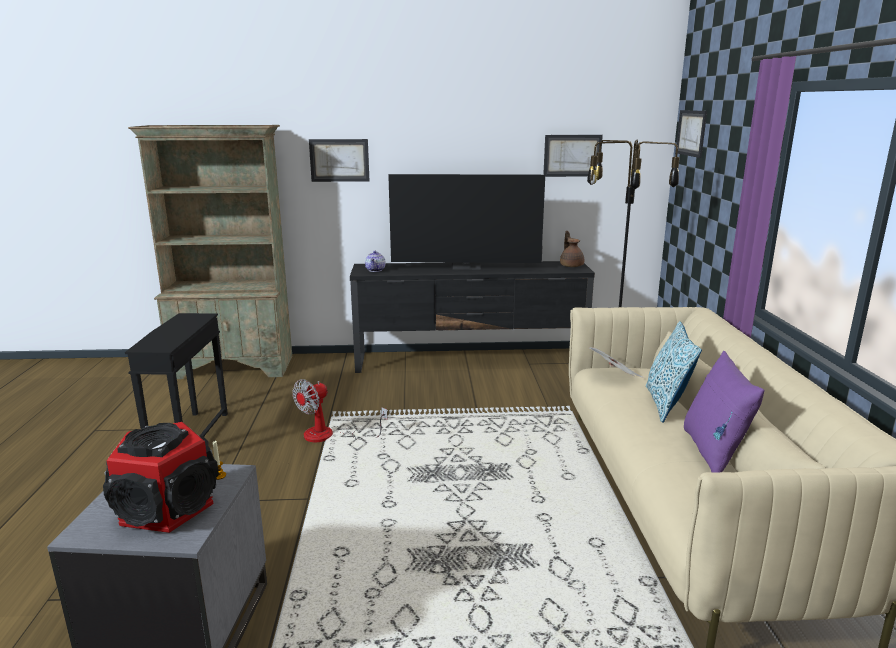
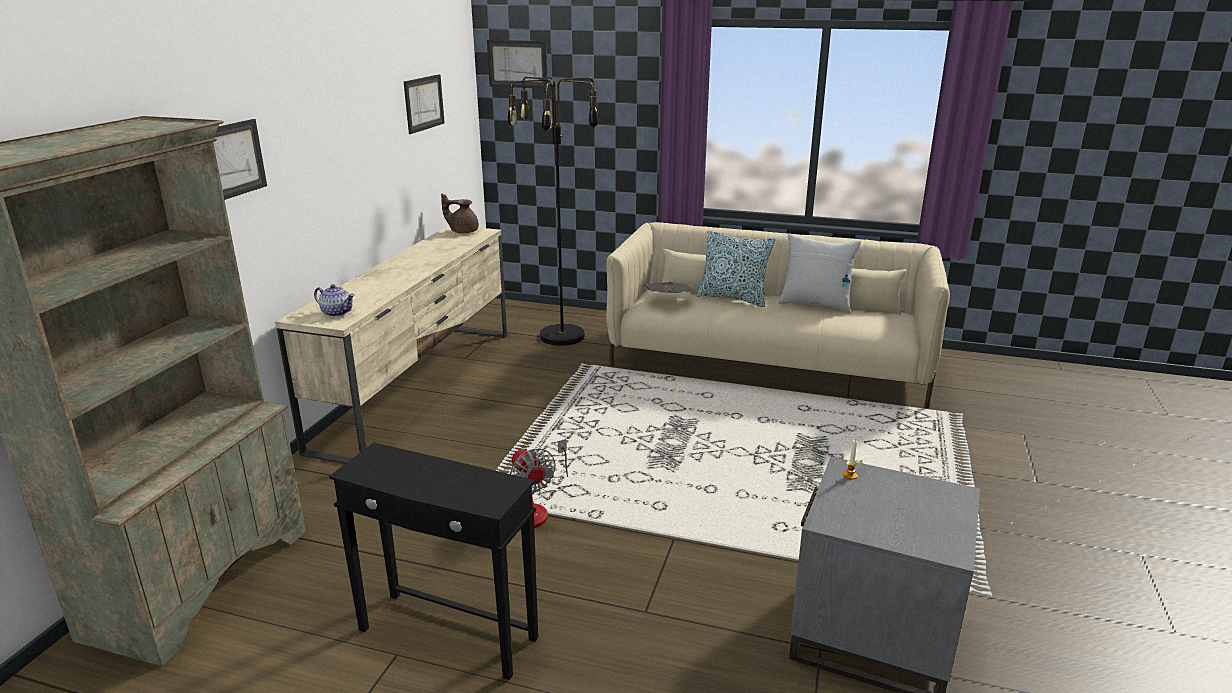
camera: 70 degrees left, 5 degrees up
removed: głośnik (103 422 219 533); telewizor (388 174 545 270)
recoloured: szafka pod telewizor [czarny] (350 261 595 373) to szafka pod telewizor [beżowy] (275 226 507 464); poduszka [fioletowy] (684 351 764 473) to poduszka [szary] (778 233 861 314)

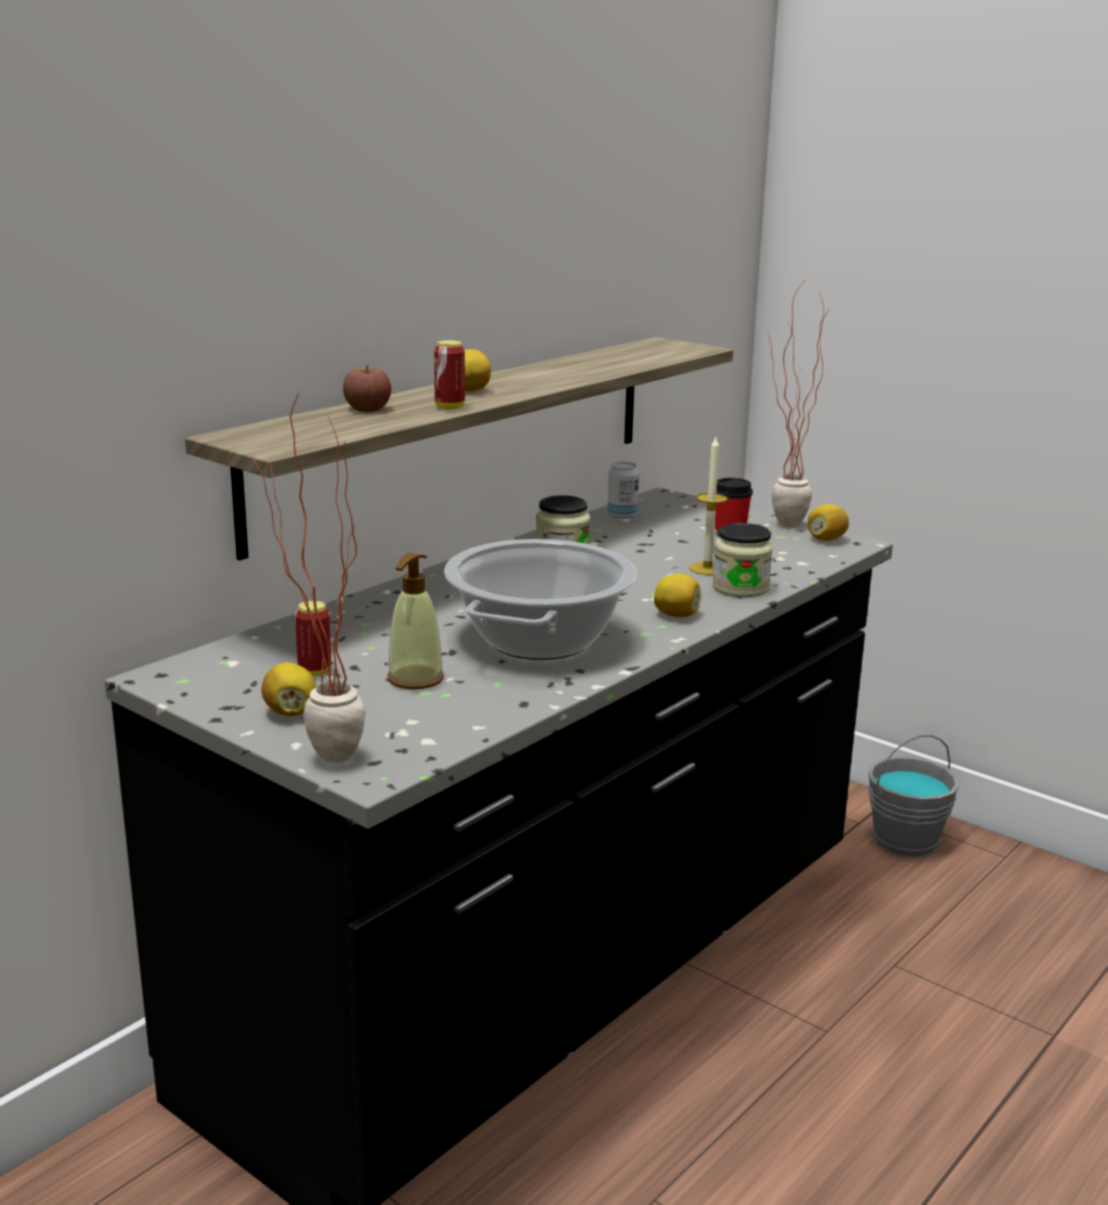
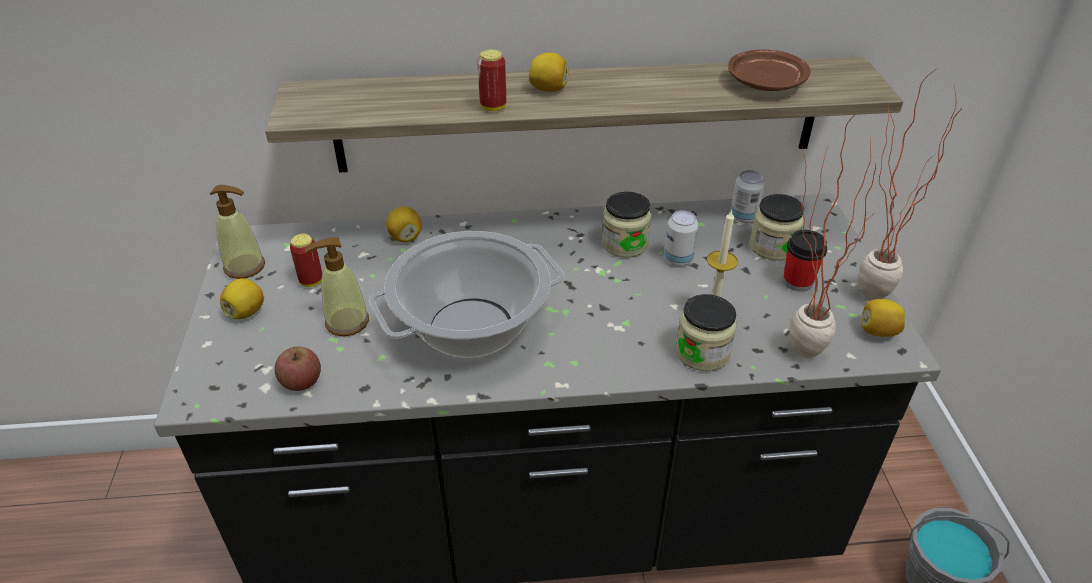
camera: 45 degrees right, 20 degrees up
added: dozownik mydła (210 185 265 279); puszka (664 210 699 266); talerz [brązowy] (728 50 810 91); słoik (749 194 804 261)
moved: roślina doniczkowa (250 390 366 763) to (789 113 876 358); jabłko (343 365 391 412) to (275 347 321 391); cytryna (654 573 701 617) to (386 206 422 242)

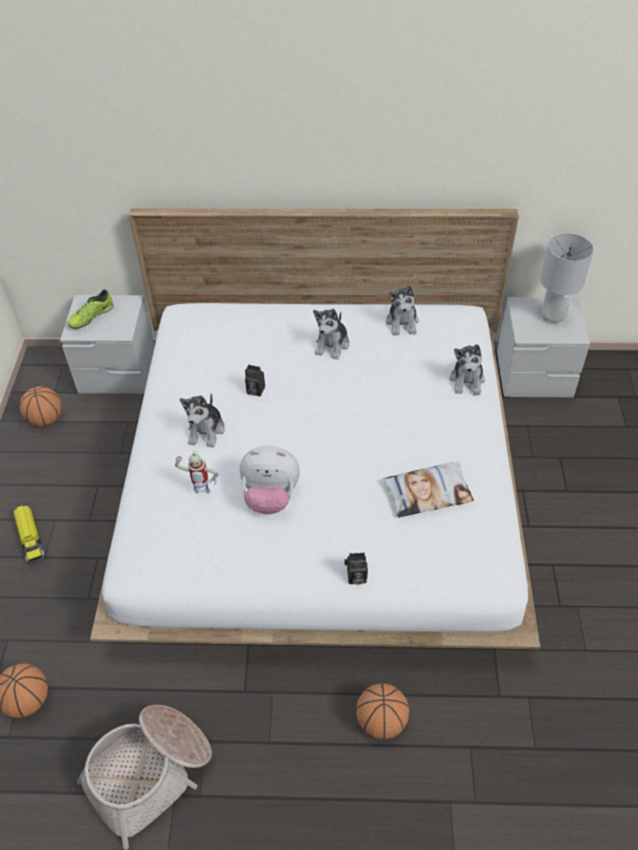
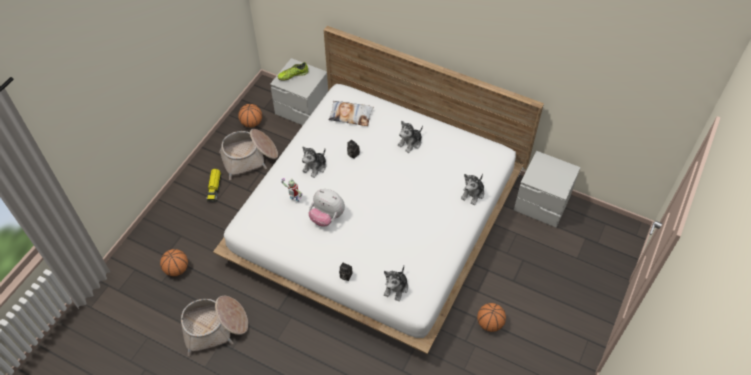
camera: 25 degrees right, 5 degrees up
removed: lampa stołowa [szary] (540 233 594 323)
added: koszyk (219 129 278 180)
moved: piłka do koszykówki (356 683 409 739) to (477 303 506 332); poduszka (383 462 474 518) to (328 101 374 126); pluszak (386 285 419 335) to (384 266 408 301)

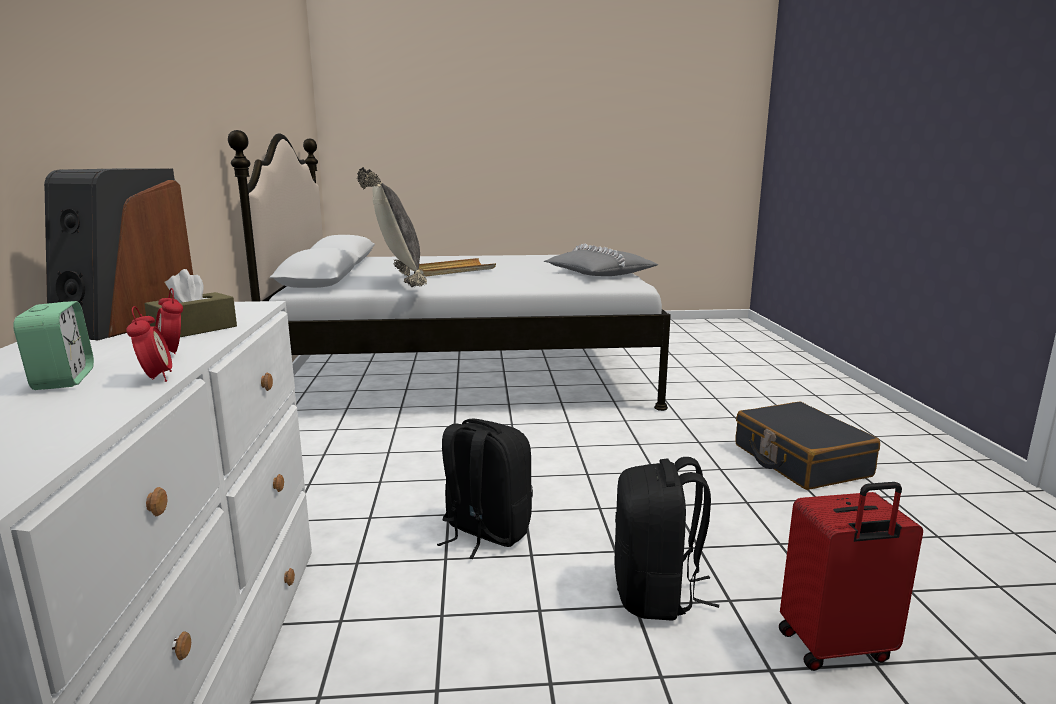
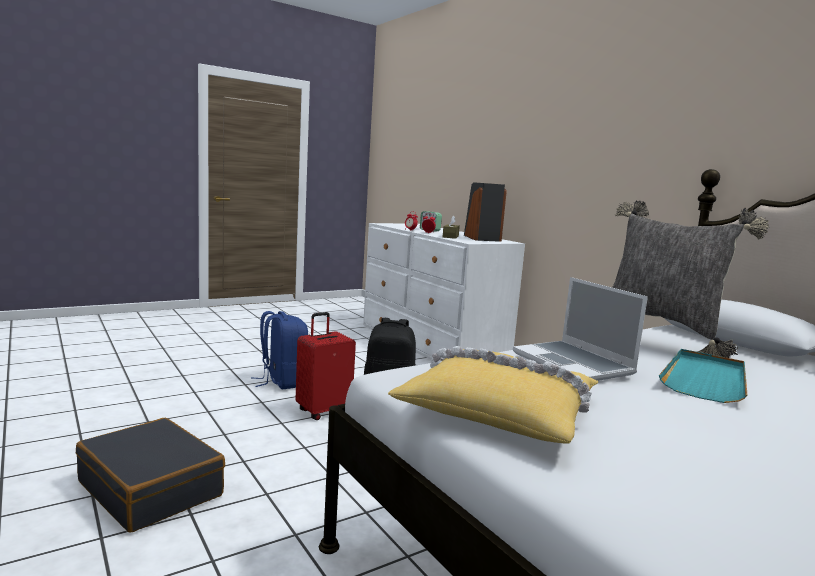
camera: 150 degrees right, 5 degrees down
added: laptop (513 277 648 381)
moved: walizka [czerwony] (779 482 923 671) to (296 312 356 420)
recoloured: taca [beżowy] (411 258 496 276) to taca [turkusowy] (659 349 747 403); poduszka [szary] (544 243 658 276) to poduszka [żółty] (388 346 598 444); plecak [czarny] (614 457 719 621) to plecak [niebieski] (251 311 308 389)

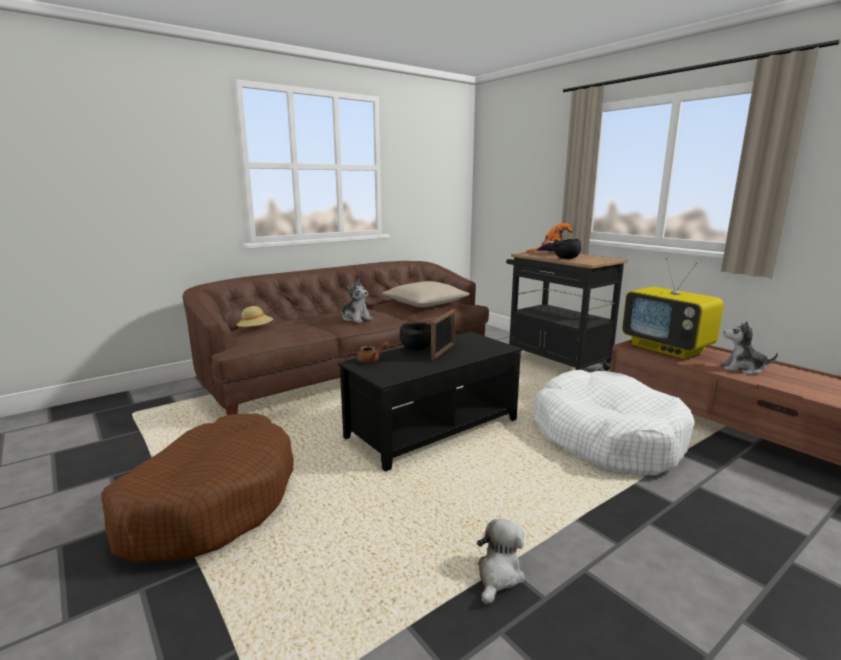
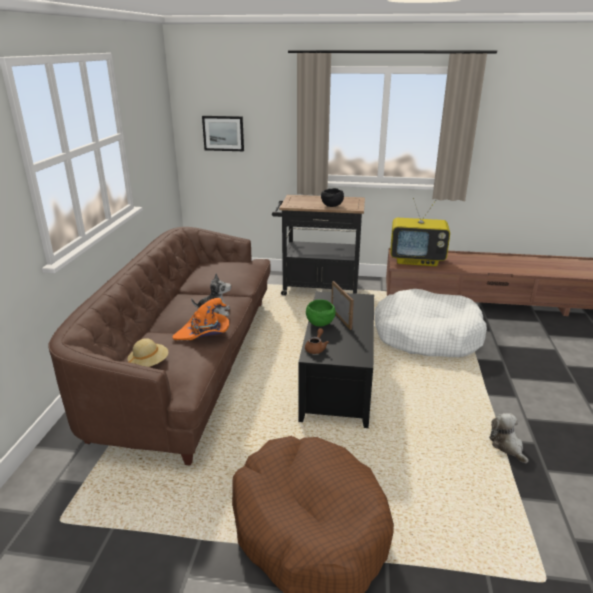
camera: 45 degrees left, 10 degrees up
removed: poduszka [beżowy] (382 281 470 307); pluszak (721 321 778 374)
added: obraz (202 116 244 151)
moved: kapelusz [pomarańczowy] (526 223 573 252) to (172 298 229 340)
recoloured: miska [czarny] (399 323 431 350) to miska [zielony] (306 299 336 327)

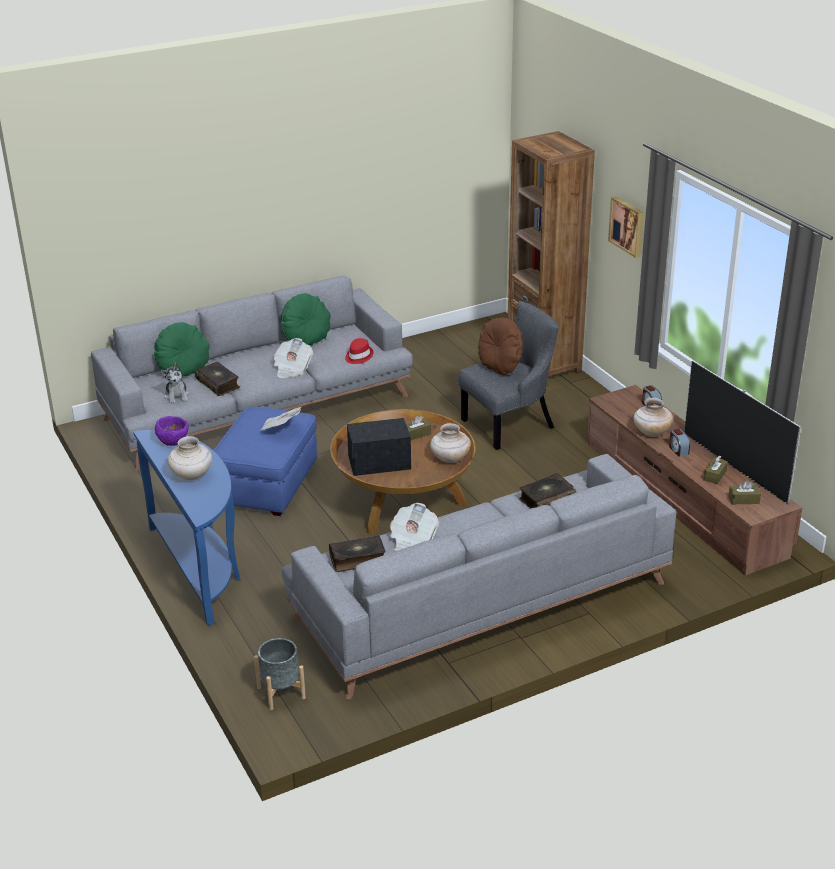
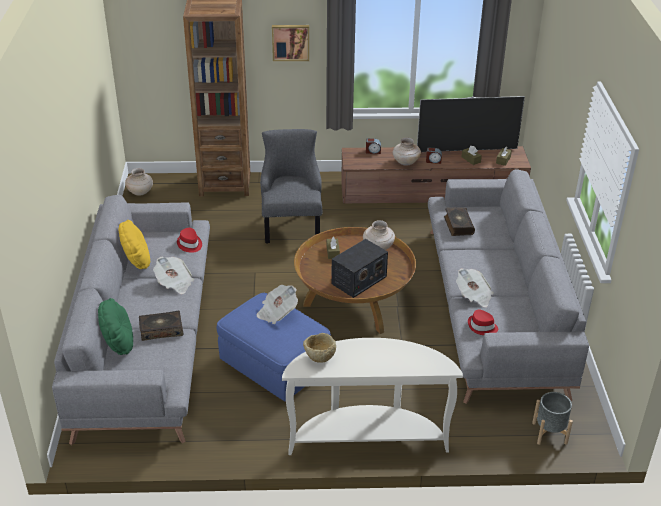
camera: 65 degrees left, 5 degrees up
removed: pluszak (161 363 190 405); poduszka [brązowy] (478 318 523 375)
moved: wazon [beżowy] (168 436 212 480) to (125 168 153 196)
replaced: książka (329 536 385 572) to kapelusz [czerwony] (468 309 498 335)
recoloured: stolik konsolowy [niebieski] (133 430 240 625) to stolik konsolowy [biały] (282 338 463 455); miska [fioletowy] (155 416 189 446) to miska [beżowy] (303 333 336 363); poduszka [zielony] (281 293 331 345) to poduszka [żółty] (118 220 150 269)
turned: radio (347 418 411 476) = (331 239 388 298) 150 degrees counterclockwise

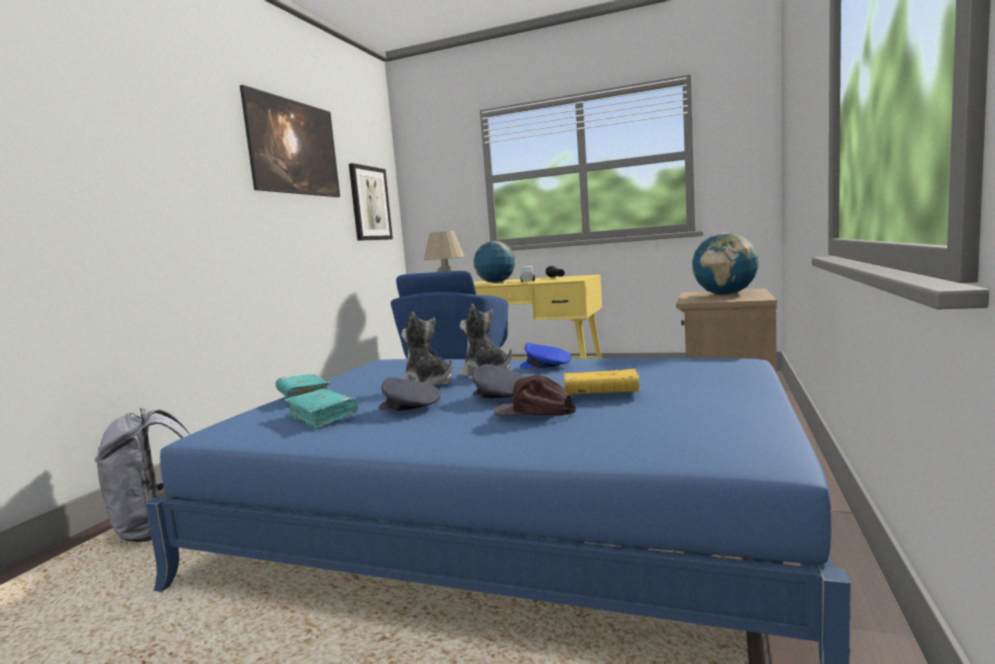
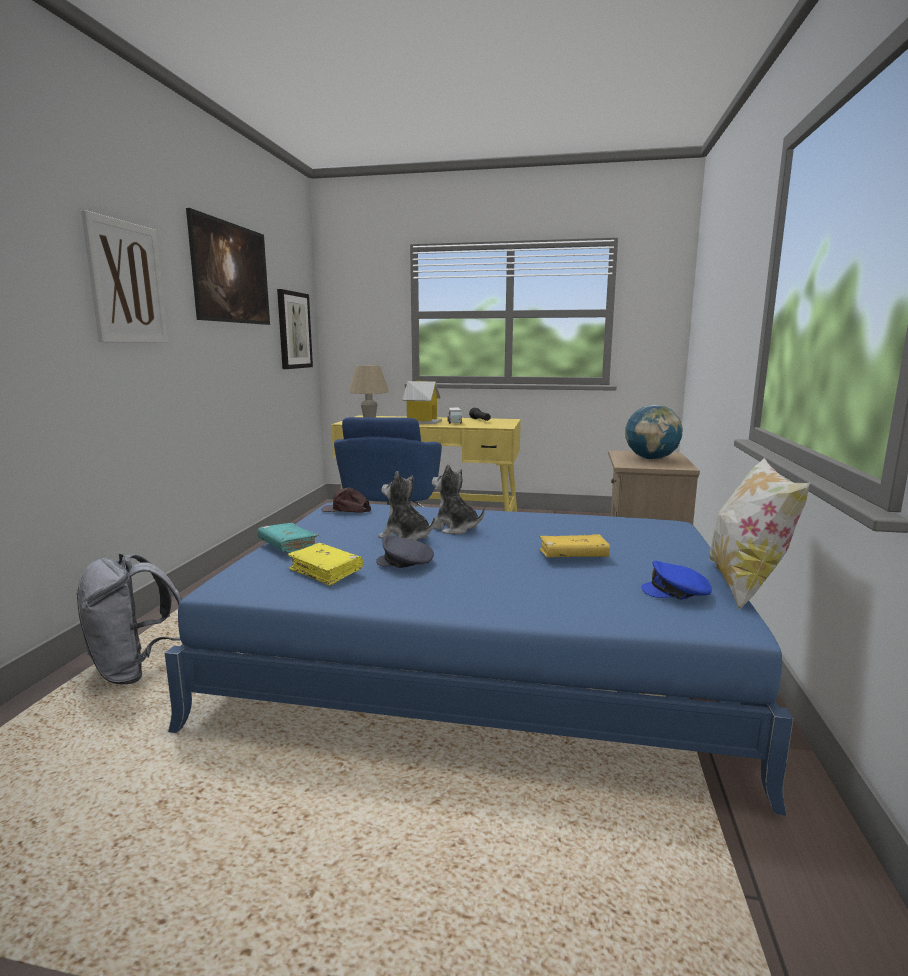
camera: 10 degrees left, 5 degrees up
removed: czapka z daszkiem [szary] (472 364 524 398)
added: obraz (81 210 168 343); poduszka (709 457 810 610)
moved: czapka z daszkiem [brązowy] (494 374 576 416) to (321 487 371 513); czapka z daszkiem [niebieski] (520 343 571 369) to (641 561 712 600)
replaced: globus (474 241 515 283) to domek (402 380 442 424)
recoloured: książka [turkusowy] (283 389 358 430) to książka [żółty] (287 543 363 586)

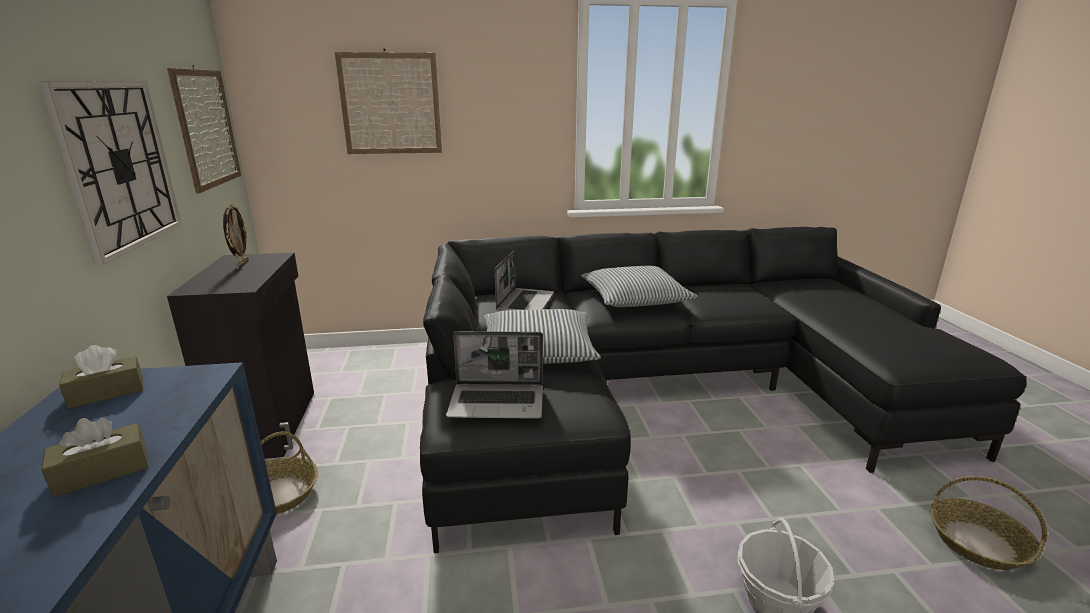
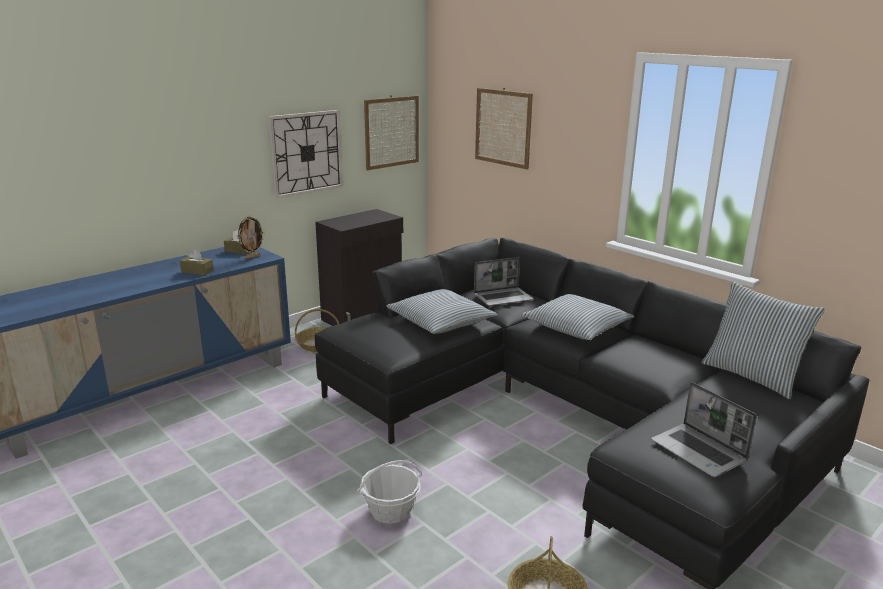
camera: 55 degrees right, 0 degrees up
added: poduszka (702 281 825 399)
moved: ramka na zdjęcie (223 203 248 267) to (237 215 265 259); laptop (446 331 543 419) to (651 382 757 477)

